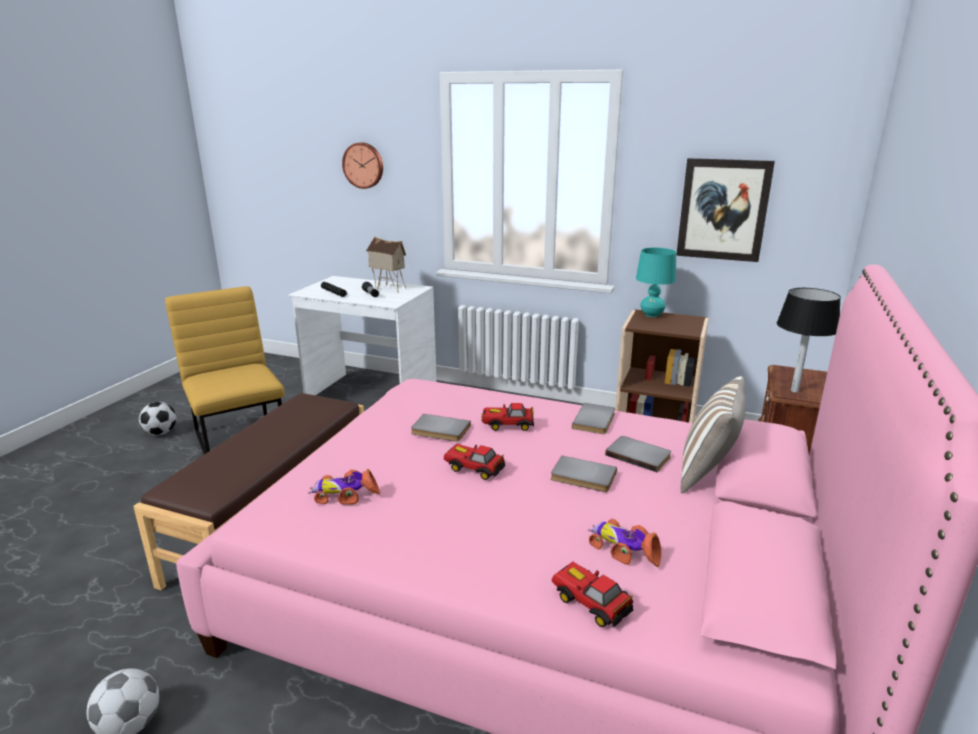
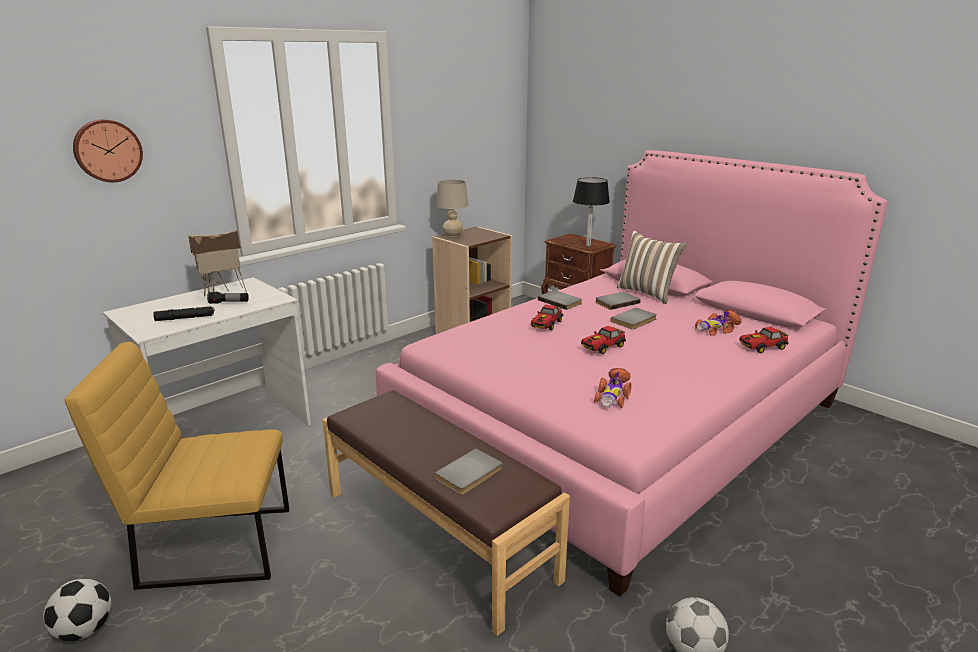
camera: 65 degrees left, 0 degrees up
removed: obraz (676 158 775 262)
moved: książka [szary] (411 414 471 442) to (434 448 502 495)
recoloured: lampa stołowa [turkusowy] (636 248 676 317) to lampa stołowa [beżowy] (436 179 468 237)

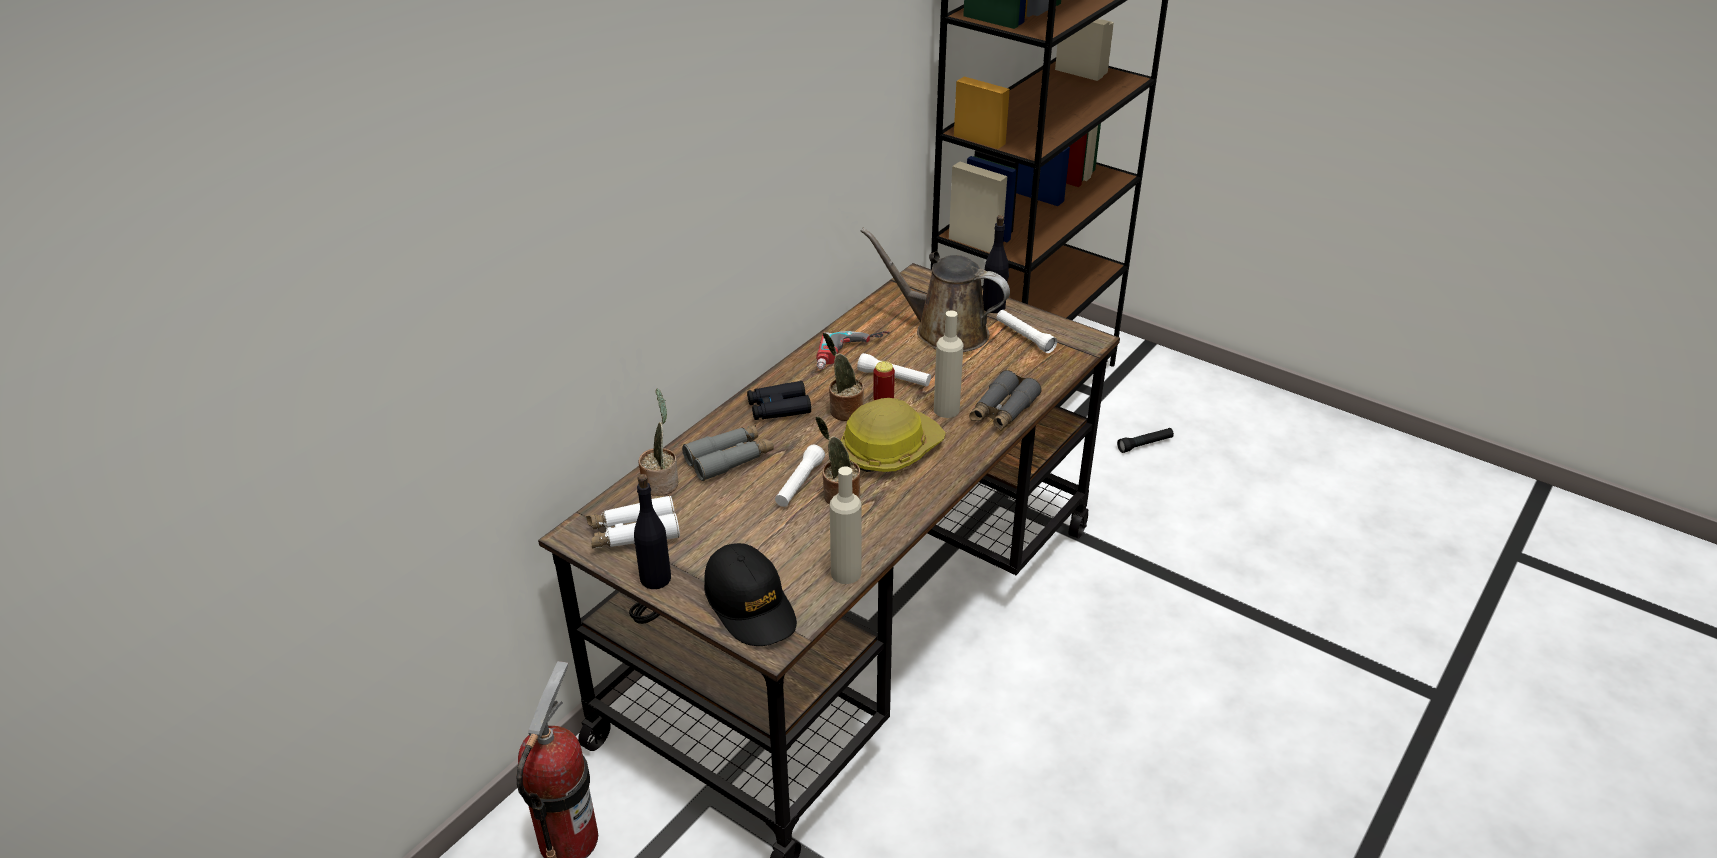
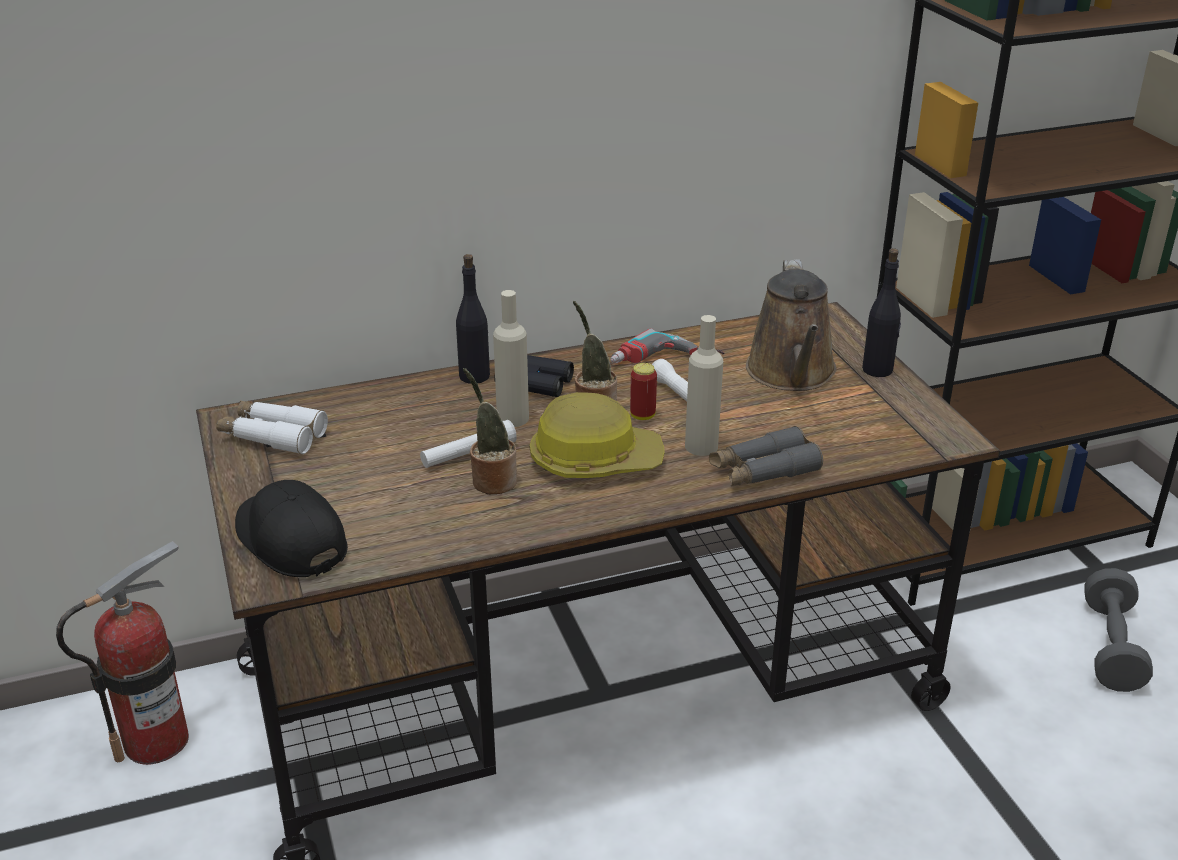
camera: 35 degrees right, 5 degrees down
removed: roślina doniczkowa (639 388 679 496); lornetka [szary] (682 424 774 481); latarka [biały] (997 310 1057 353)
moved: butelka [czarny] (634 474 671 589) to (456 254 490 384); butelka [beżowy] (830 466 862 584) to (493 290 529 427)
replaced: latarka [czarny] (1117 428 1174 453) to hantel [szary] (1084 568 1153 692)
turned: czapka z daszkiem [czarny] (704 543 797 646) = (235 480 348 577) 135 degrees clockwise; konewka [brązowy] (861 228 1010 352) = (746 259 837 391) 150 degrees counterclockwise

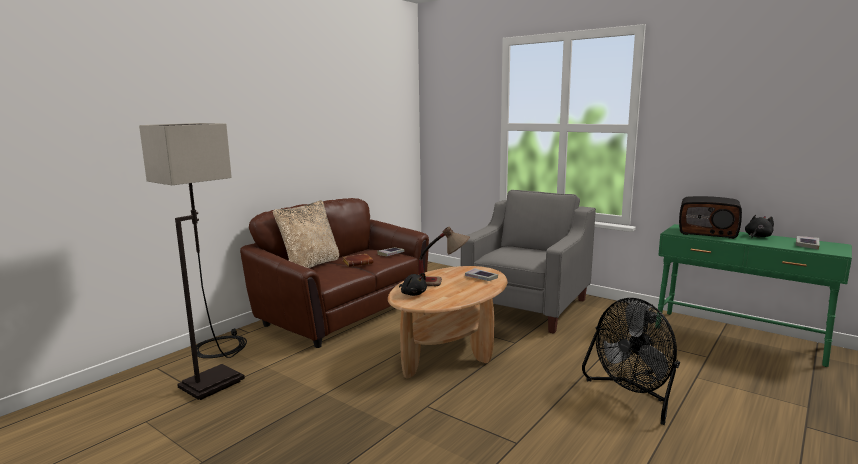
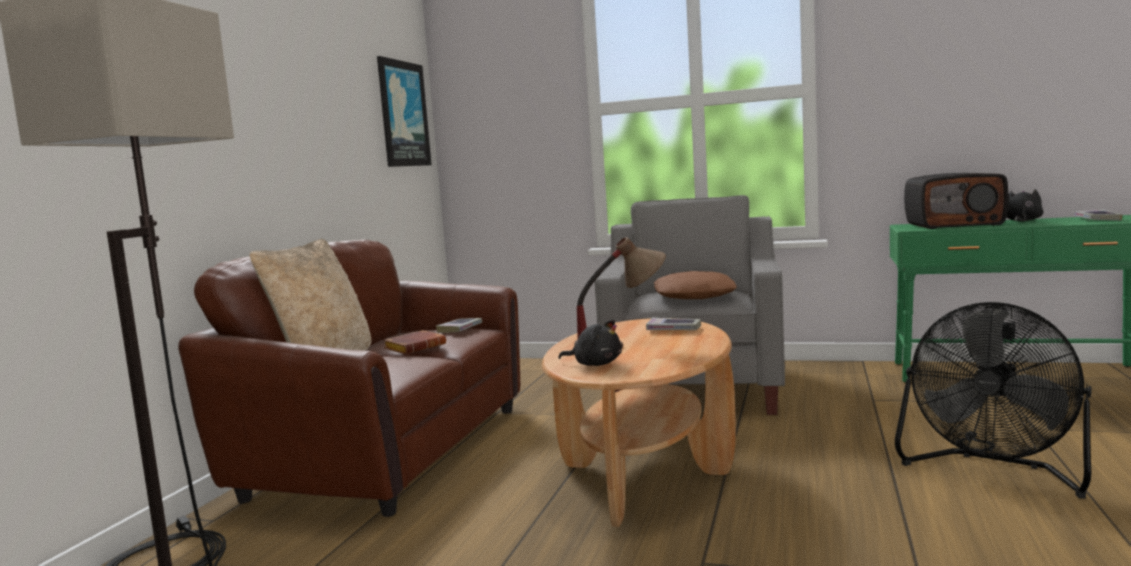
camera: 20 degrees left, 5 degrees down
added: obraz (377 56 432 167); poduszka [brązowy] (654 271 737 299)

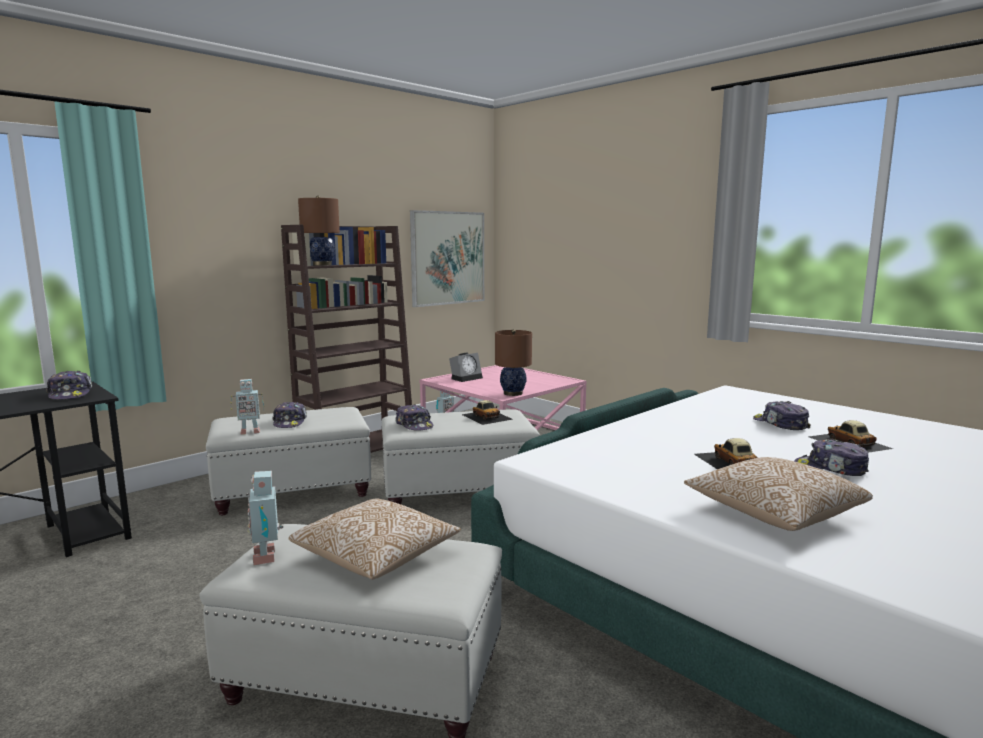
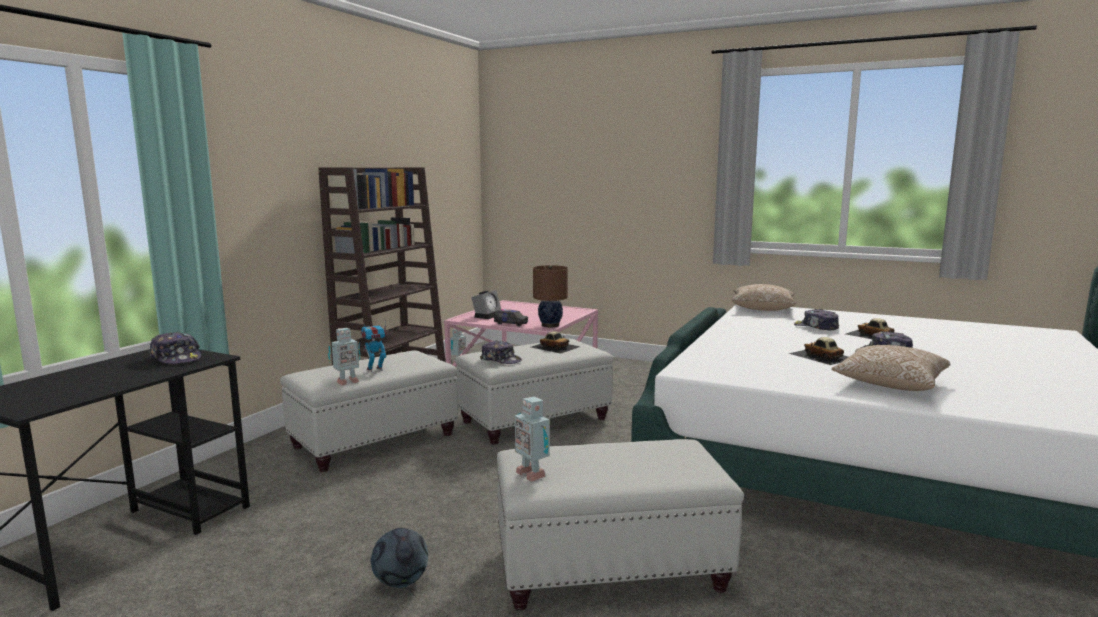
camera: 20 degrees left, 0 degrees up
removed: lampa stołowa [brązowy] (298 195 340 266); obraz (410 210 484 307)
added: piłka futbolowa (370 528 428 588); ciężarówka zabawkowa (494 309 528 327)
moved: poduszka (289 498 461 580) to (732 284 796 311)
replaced: czapka z daszkiem (272 402 307 428) to robot zabawkowy (361 323 386 372)

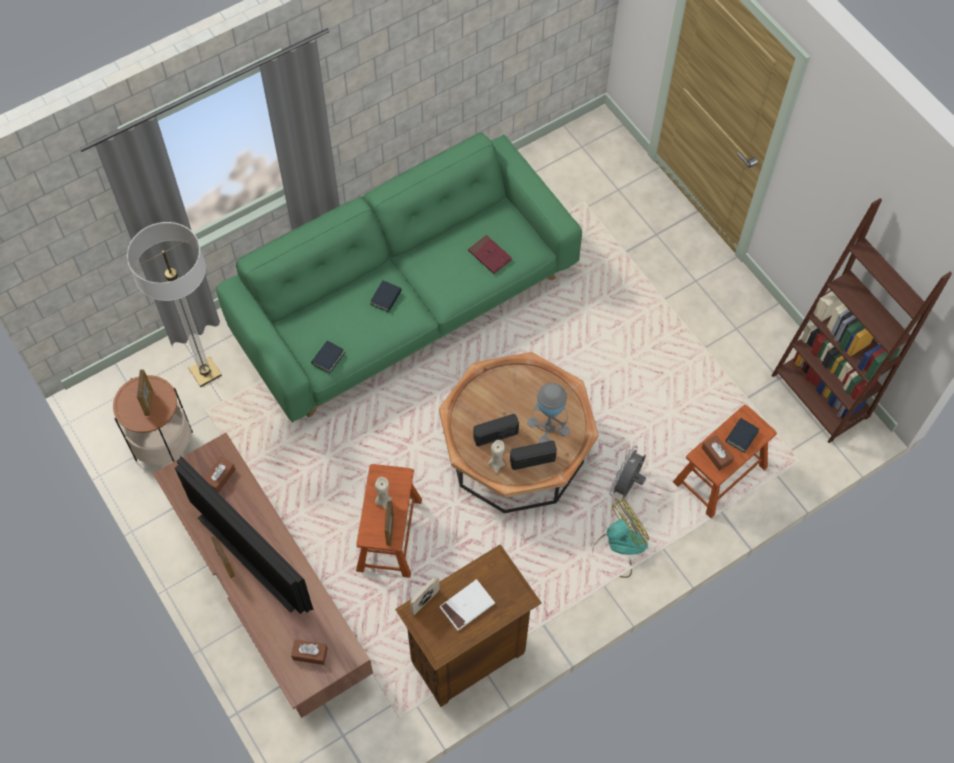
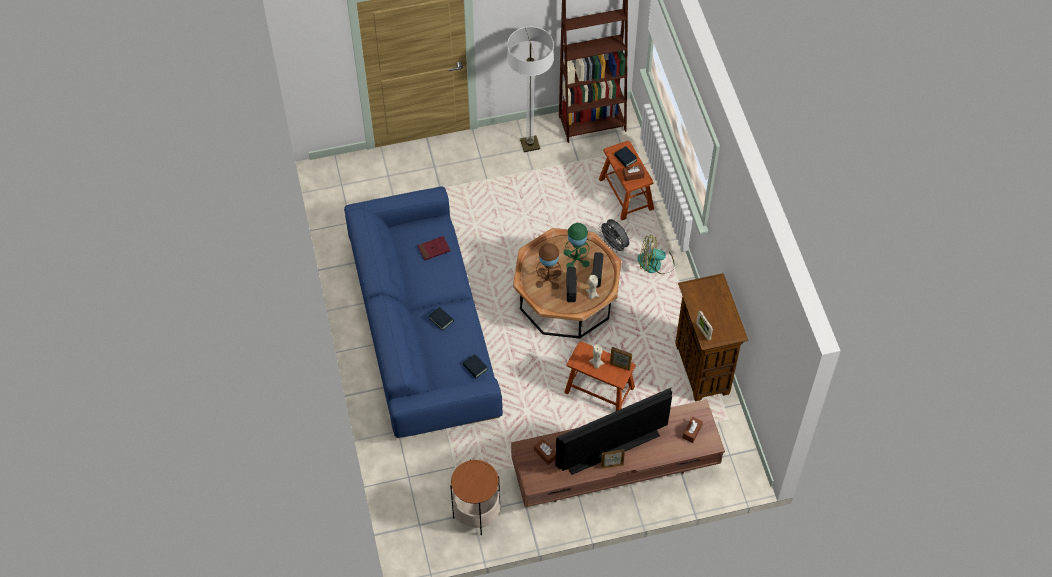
camera: 70 degrees left, 5 degrees down
removed: ramka na zdjęcie (137 369 153 416); książka [biały] (440 579 495 631)
added: lampa stołowa [brązowy] (536 243 561 290)
moved: lampa stojąca (127 222 222 387) to (507 27 554 152)
recoloured: kanapa [zielony] (216 132 582 422) to kanapa [niebieski] (344 186 503 438); lampa stołowa [szary] (527 383 570 443) to lampa stołowa [zielony] (564 223 590 268)
turned: wentylator (592 498 649 578) = (637 235 675 274) 75 degrees counterclockwise

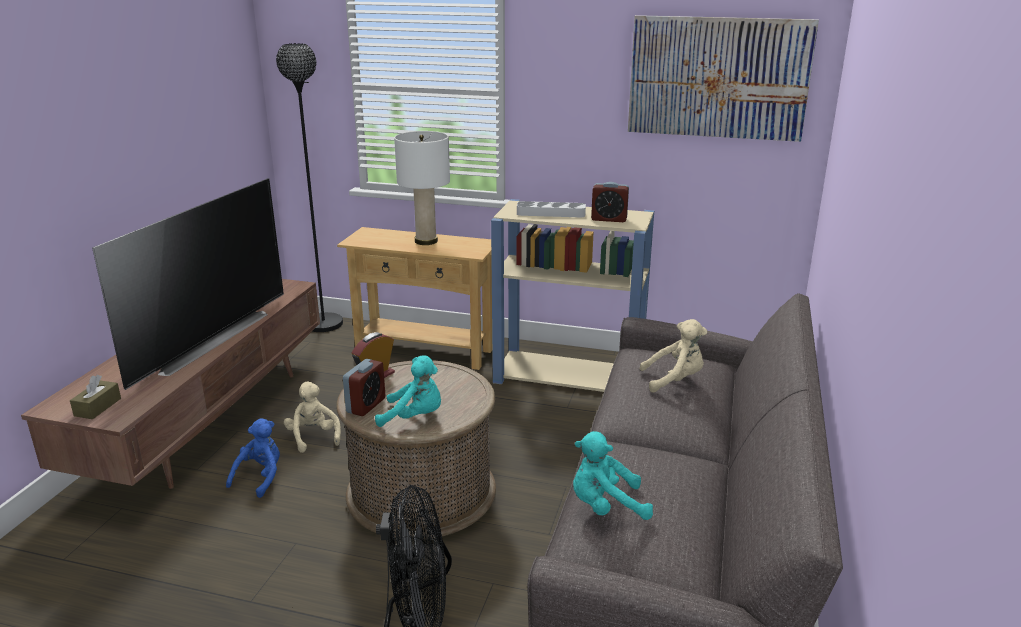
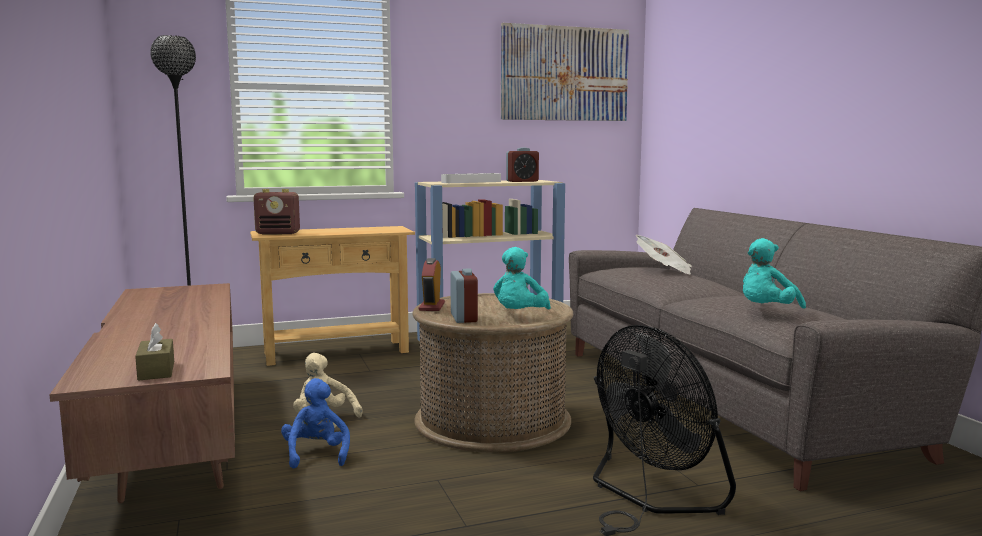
camera: 35 degrees left, 15 degrees down
removed: telewizor (92 178 284 390); lampa stołowa [biały] (394 131 450 245)
added: radio (253 189 300 235)
replaced: pluszak [beżowy] (640 319 707 393) to gazeta (636 235 692 274)
turned: pluszak [turkusowy] (375 356 441 427) = (493 247 551 309) 135 degrees clockwise

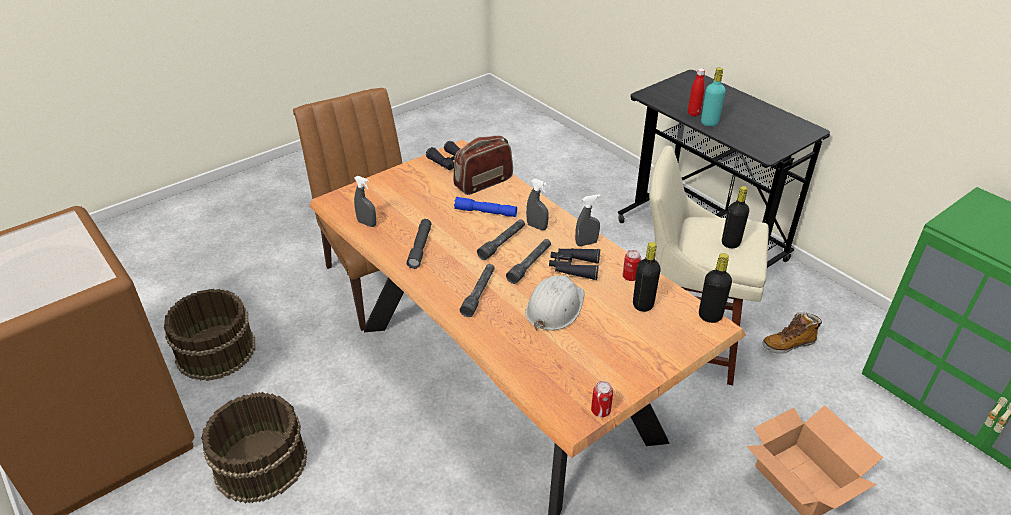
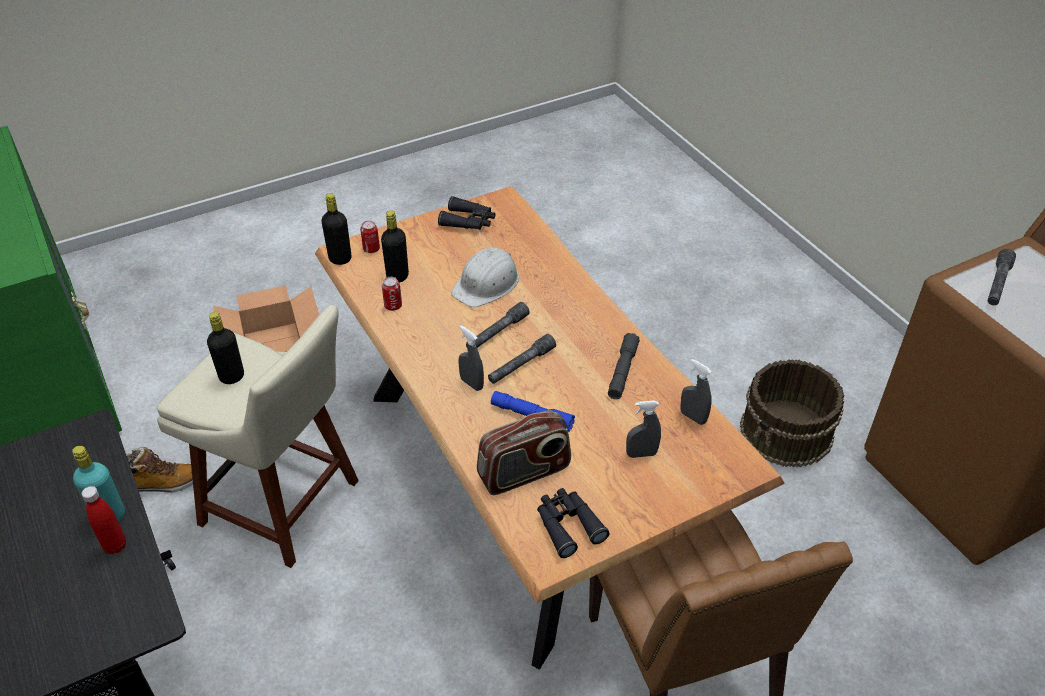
camera: 170 degrees left, 5 degrees up
removed: wiadro [brązowy] (164 289 255 381)
moved: latarka [szary] (460 264 495 317) to (988 249 1016 305); lornetka [czarny] (549 248 600 280) to (438 196 495 230); spryskiwacz [szary] (575 195 600 246) to (626 401 661 458); puszka (591 381 613 417) to (360 221 380 253)

